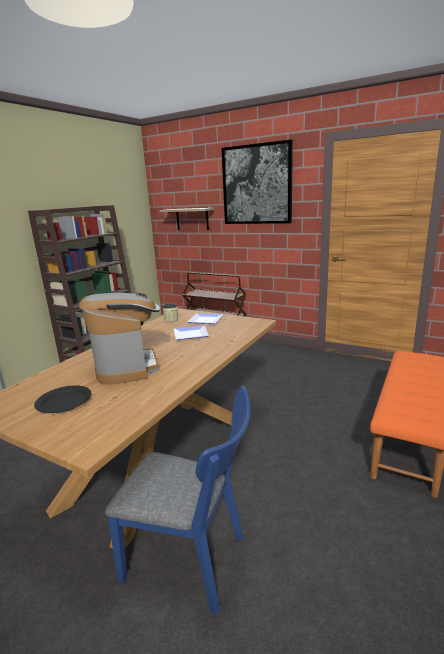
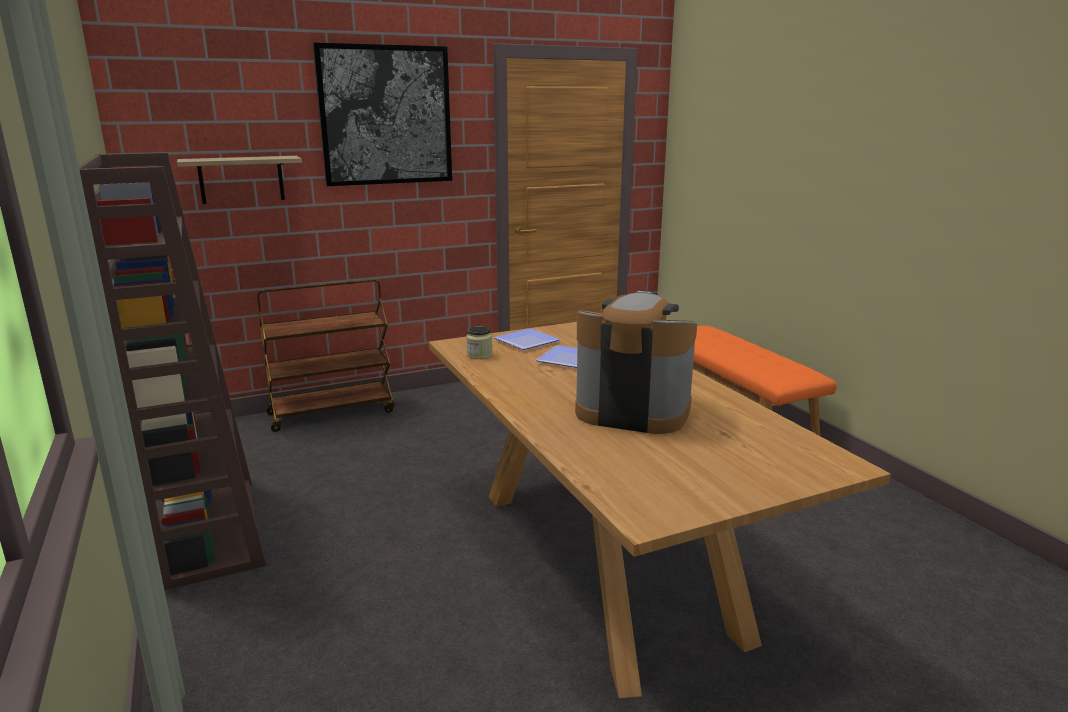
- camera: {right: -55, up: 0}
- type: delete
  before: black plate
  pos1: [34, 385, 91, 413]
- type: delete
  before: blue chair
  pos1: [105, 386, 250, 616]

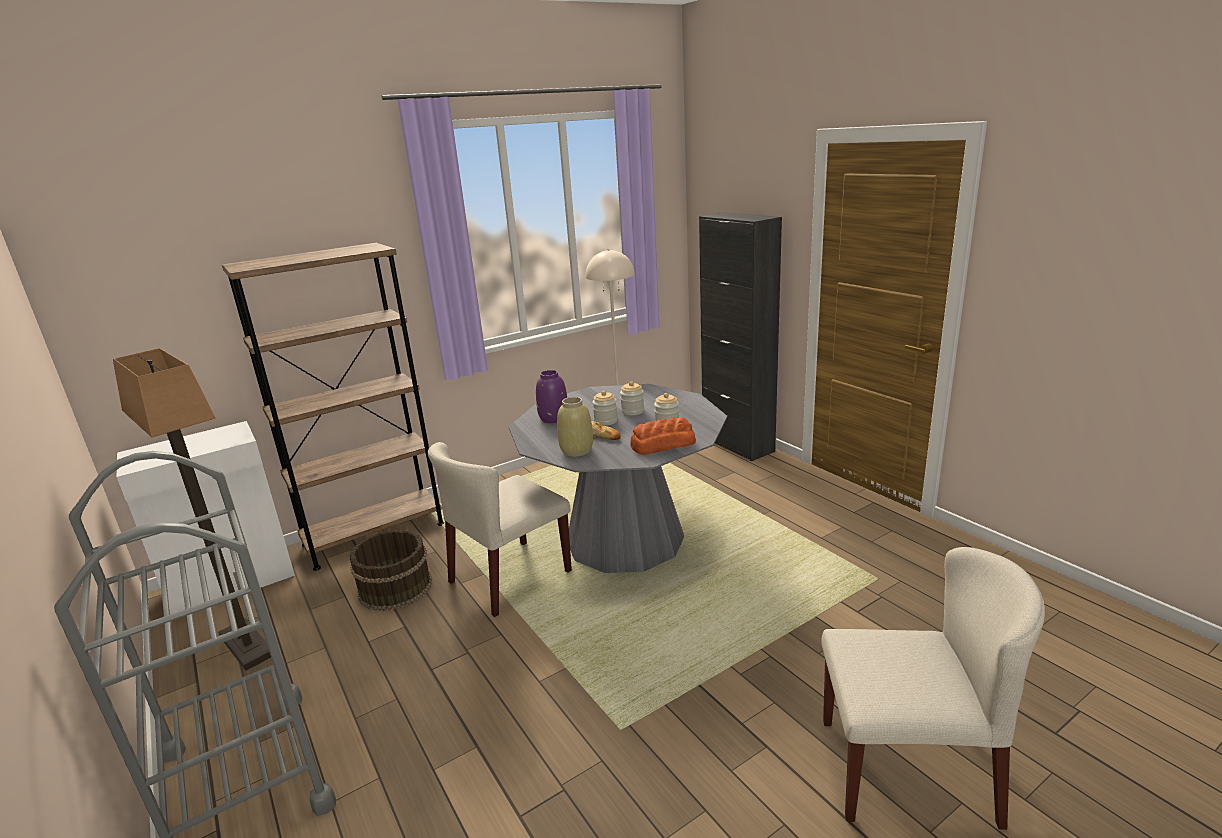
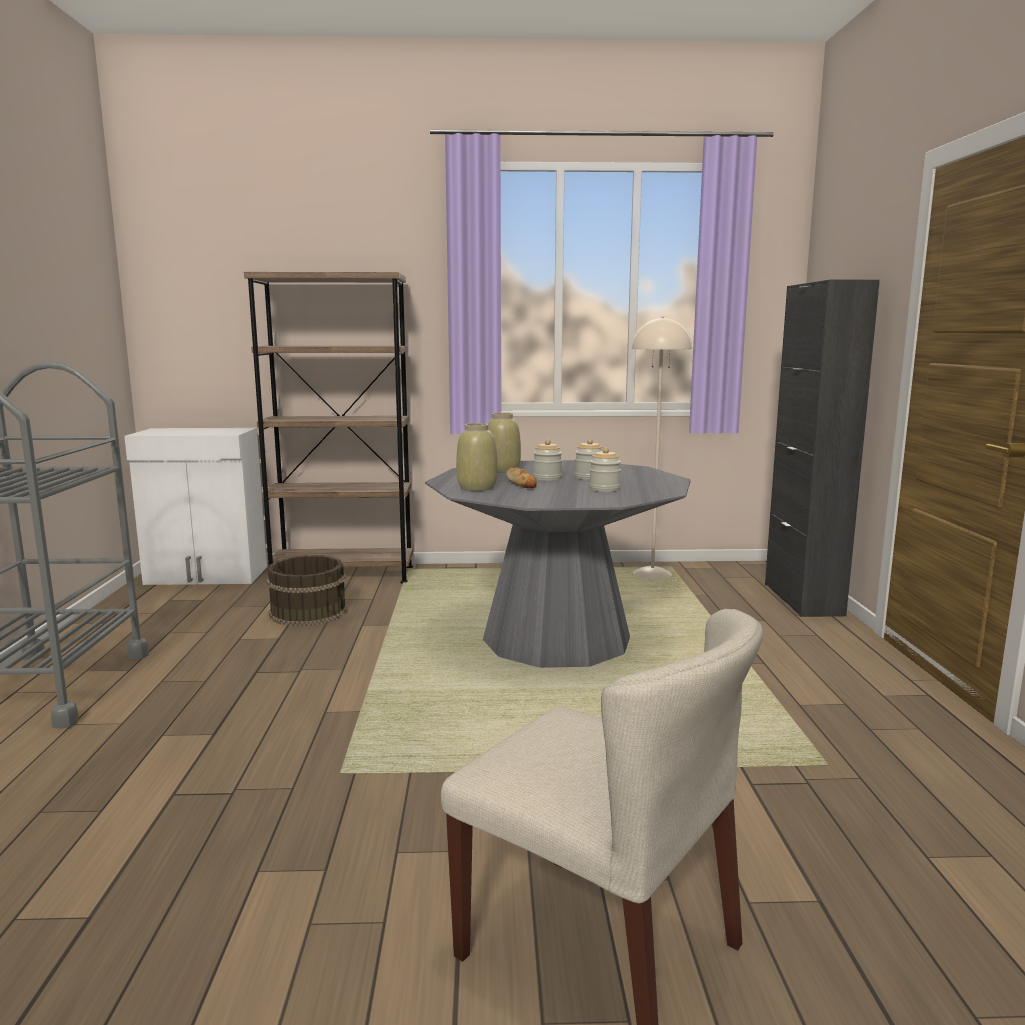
- camera: {right: 30, up: -10}
- type: delete
  before: floor lamp
  pos1: [113, 348, 271, 671]
- type: recolor
  before: purple vase
  after: beige vase
  pos1: [536, 370, 567, 423]
  pos2: [488, 413, 521, 473]
- type: delete
  before: bread
  pos1: [630, 417, 696, 455]
- type: delete
  before: beige chair
  pos1: [428, 442, 572, 617]

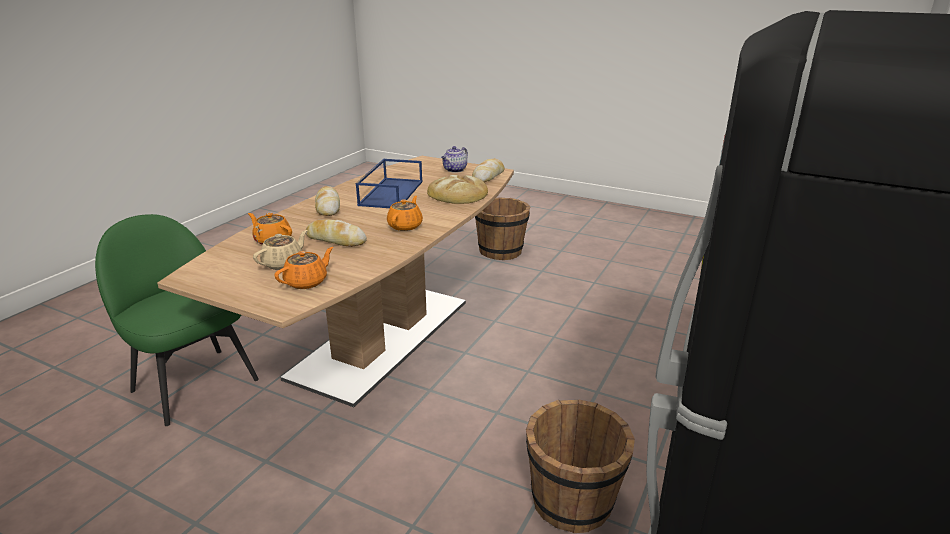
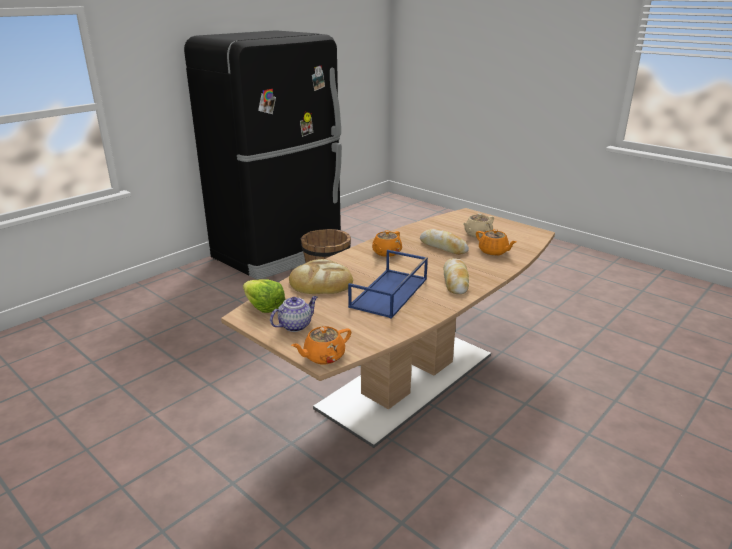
- camera: {right: -165, up: 0}
- type: replace
  before: bread
  after: lettuce
  pos1: [472, 159, 505, 182]
  pos2: [243, 279, 286, 313]
- type: delete
  before: brown bucket
  pos1: [475, 198, 530, 260]
- type: delete
  before: green chair
  pos1: [95, 214, 259, 426]
- type: move
  before: orange teapot
  pos1: [274, 247, 333, 289]
  pos2: [291, 326, 351, 364]

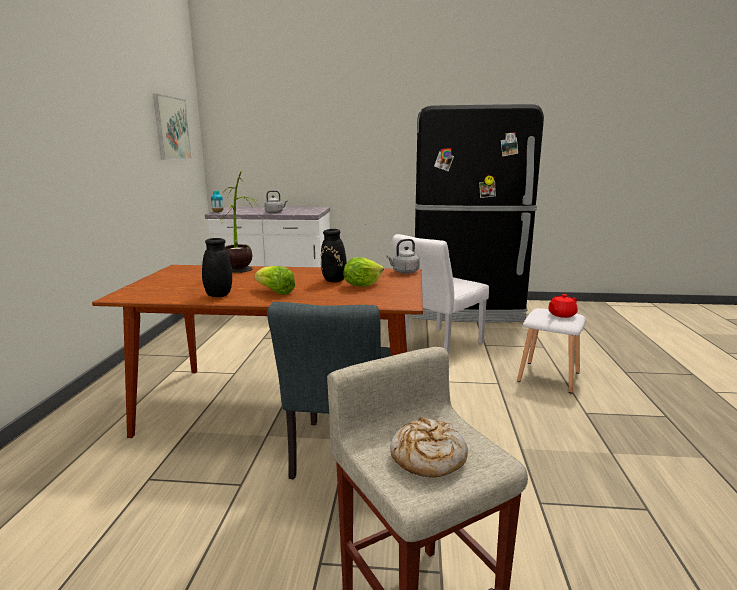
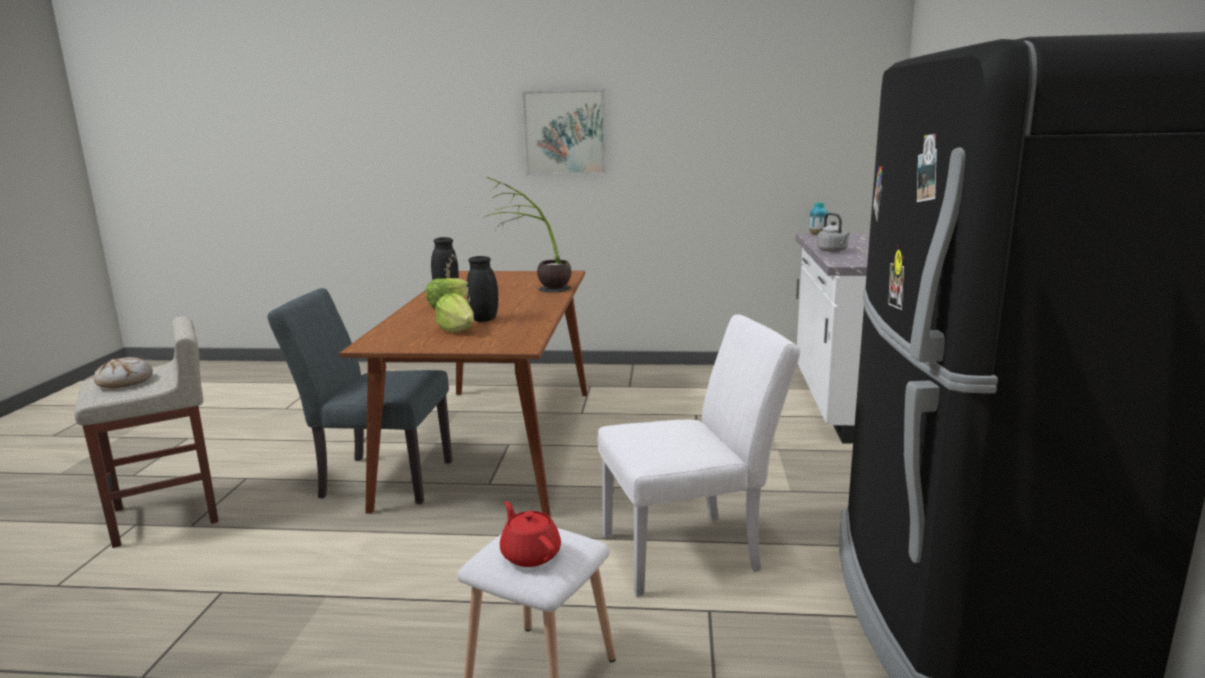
- camera: {right: 90, up: 0}
- type: move
  before: picture
  pos1: [153, 93, 192, 160]
  pos2: [522, 90, 606, 175]
- type: rotate
  before: white chair
  pos1: [392, 234, 489, 354]
  pos2: [598, 314, 800, 597]
  turn: 120
- type: delete
  before: grey kettle
  pos1: [386, 239, 420, 274]

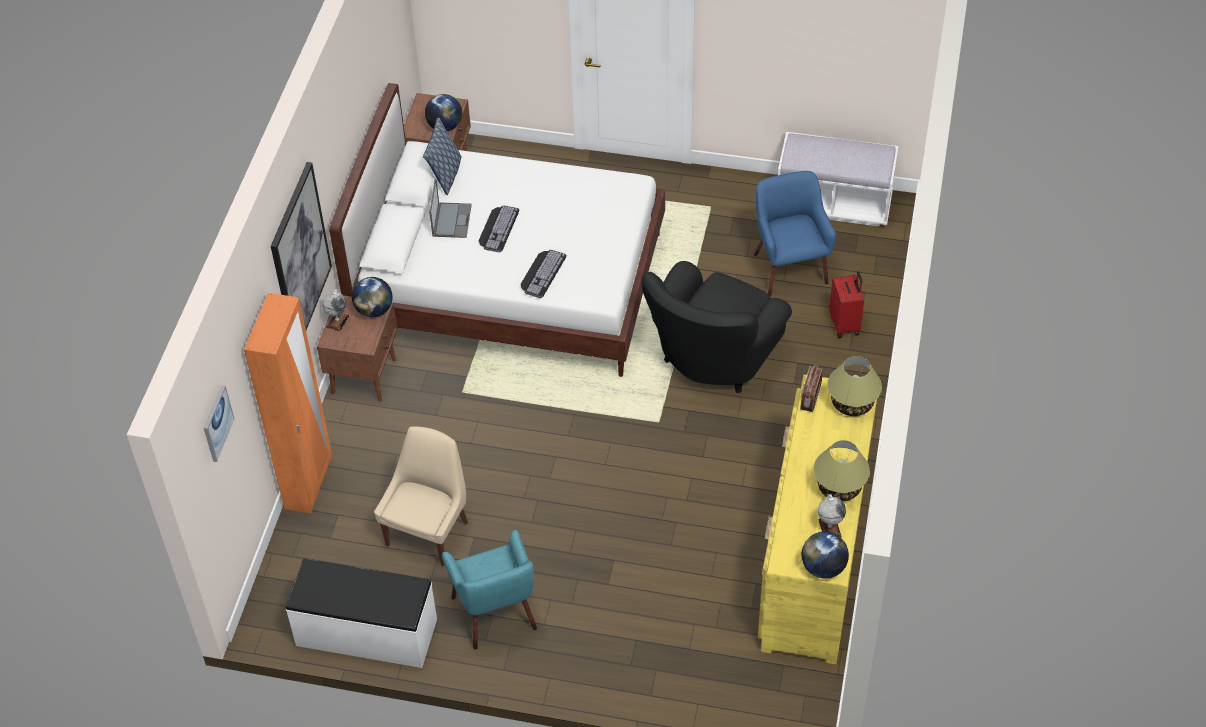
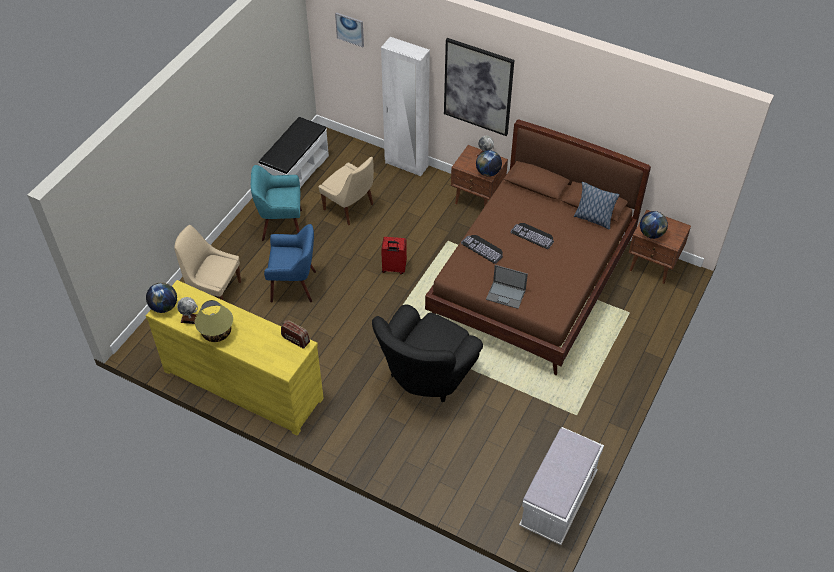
- camera: {right: 105, up: 0}
- type: recolor
  before: white bed
  after: brown bed
  pos1: [329, 83, 665, 377]
  pos2: [425, 120, 651, 375]
- type: move
  before: blue armchair
  pos1: [754, 171, 836, 296]
  pos2: [264, 224, 316, 302]
- type: move
  before: laptop
  pos1: [429, 179, 472, 238]
  pos2: [486, 265, 528, 309]
- type: rotate
  before: black armchair
  pos1: [641, 261, 792, 393]
  pos2: [372, 304, 483, 402]
  turn: -105
- type: move
  before: red suitcase
  pos1: [829, 271, 864, 338]
  pos2: [381, 237, 407, 274]
- type: recolor
  before: orange wardrobe
  after: white wardrobe
  pos1: [244, 293, 332, 513]
  pos2: [381, 37, 430, 177]
- type: delete
  before: table lamp
  pos1: [827, 356, 882, 416]
- type: insert
  after: beige chair
  pos2: [174, 225, 241, 300]

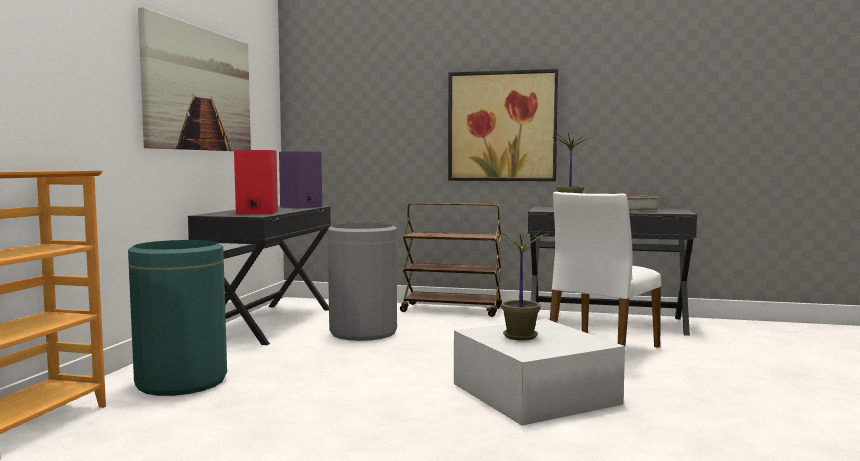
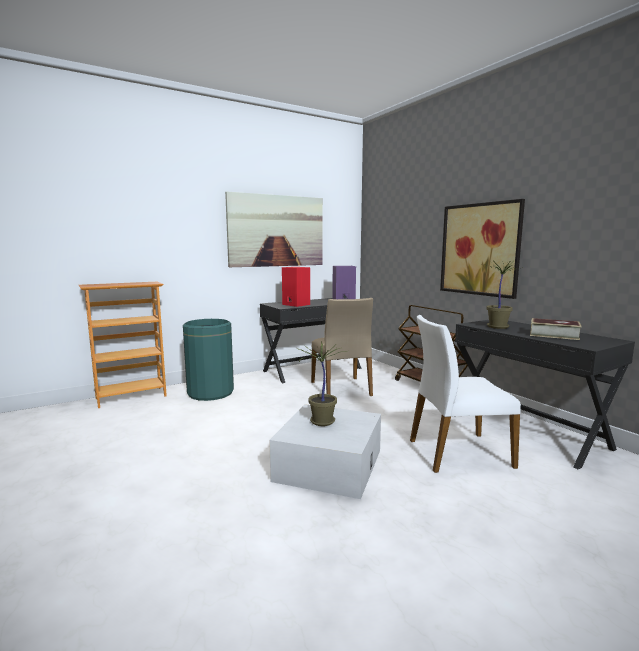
- camera: {right: 45, up: 5}
- type: replace
  before: grey trash can
  after: beige chair
  pos1: [328, 223, 397, 341]
  pos2: [311, 298, 373, 396]

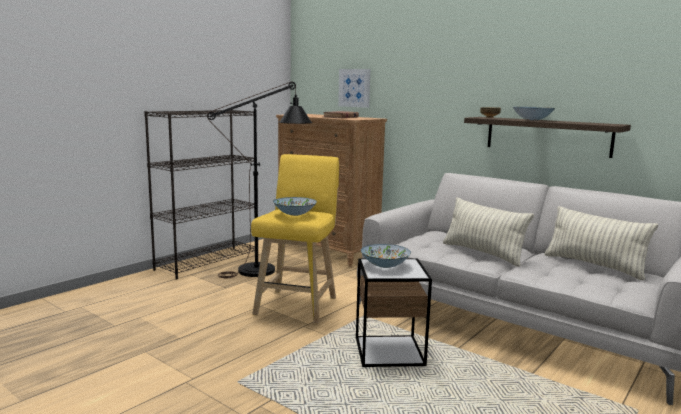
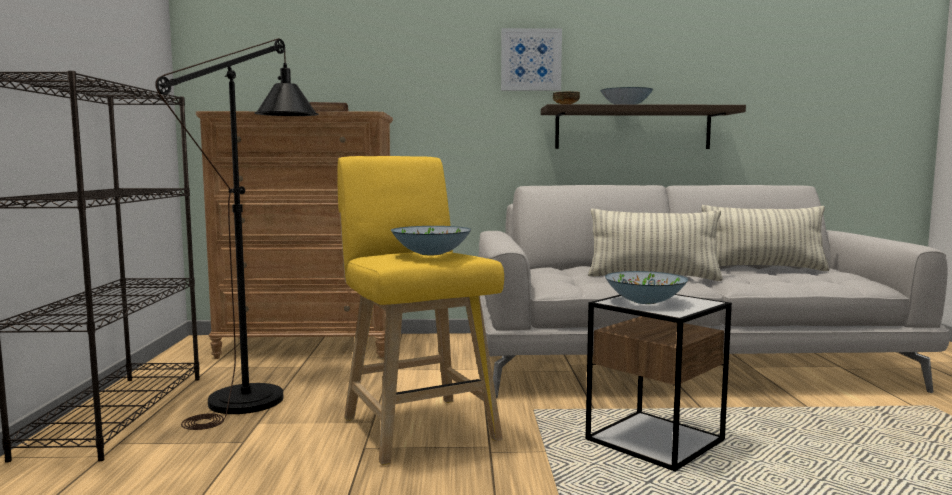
- camera: {right: -40, up: -5}
- type: move
  before: picture
  pos1: [338, 69, 370, 108]
  pos2: [501, 28, 562, 91]

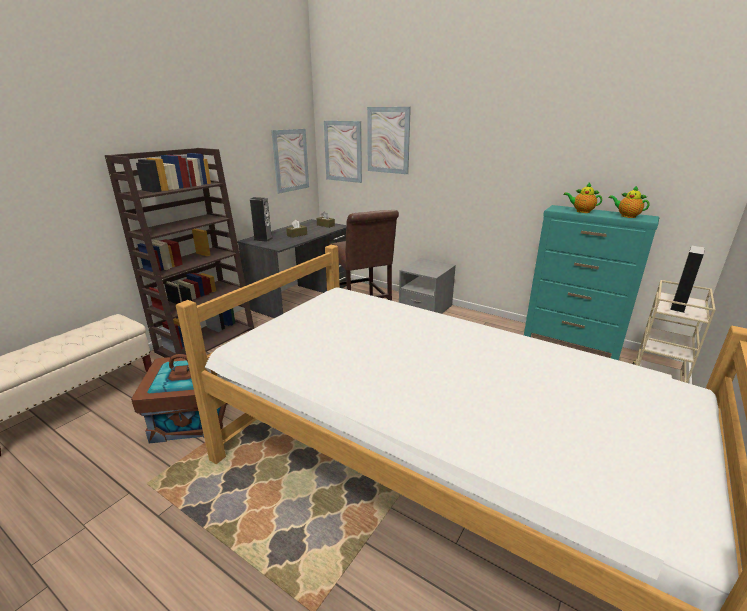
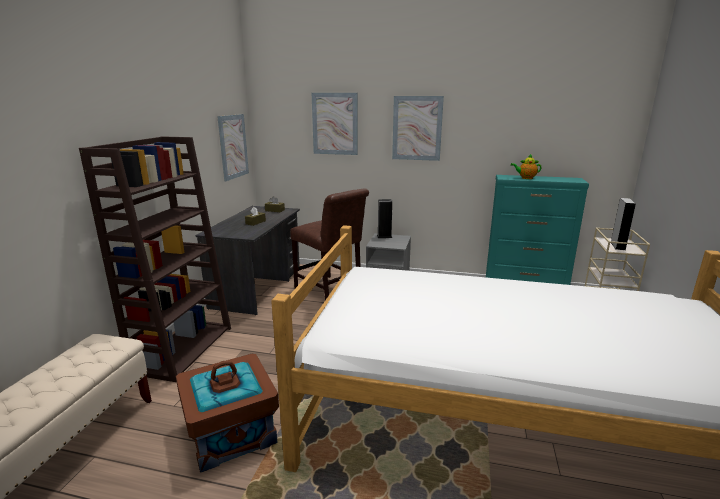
- camera: {right: -20, up: -5}
- type: move
  before: picture
  pos1: [324, 121, 362, 183]
  pos2: [392, 96, 444, 161]
- type: delete
  before: teapot
  pos1: [608, 186, 650, 218]
- type: move
  before: speaker
  pos1: [250, 197, 273, 242]
  pos2: [377, 199, 392, 238]

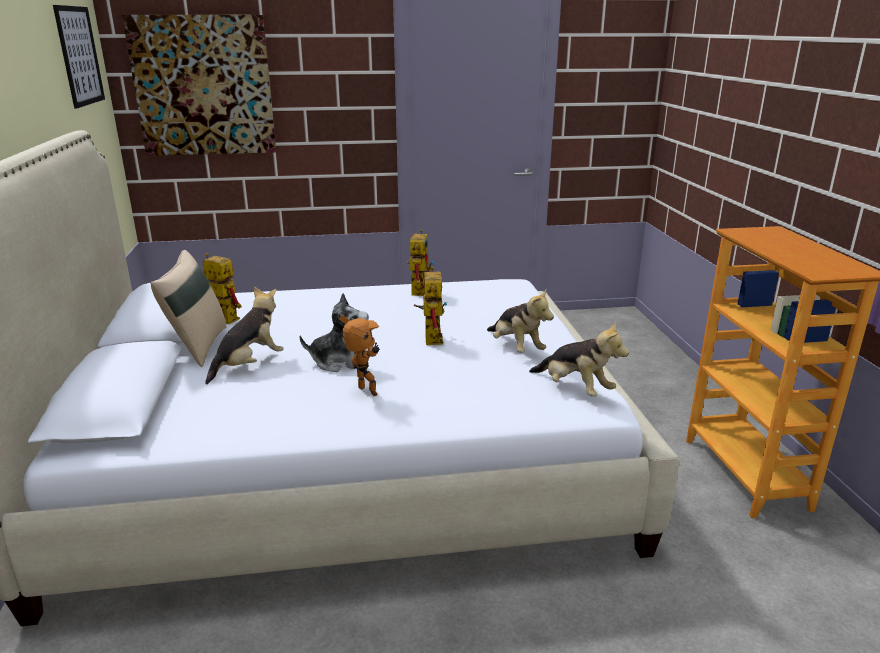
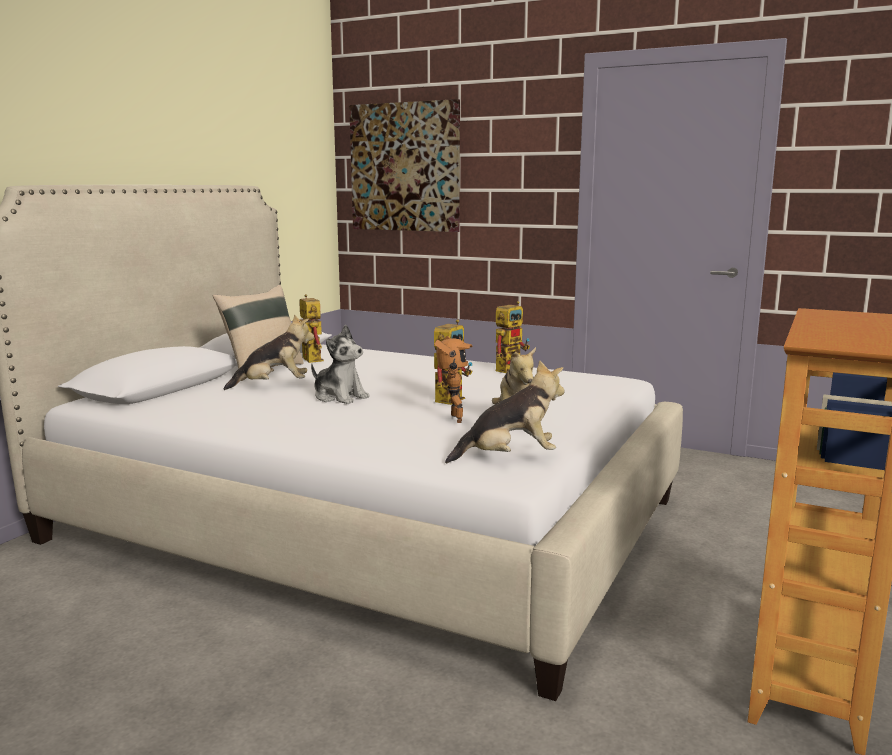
- camera: {right: 35, up: -10}
- type: delete
  before: picture
  pos1: [53, 5, 105, 109]
- type: move
  before: toy robot
  pos1: [339, 315, 380, 396]
  pos2: [435, 336, 473, 423]
- type: rotate
  before: plush toy
  pos1: [529, 321, 629, 397]
  pos2: [445, 360, 565, 464]
  turn: -90

